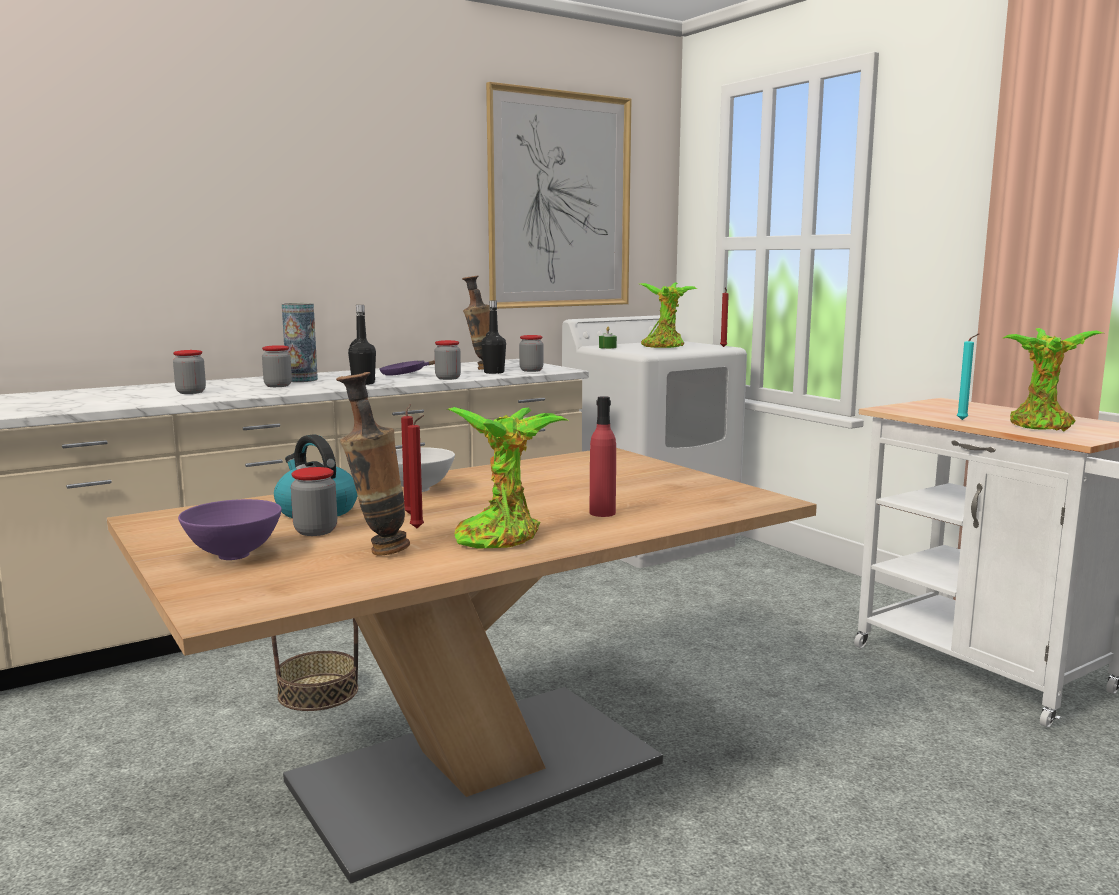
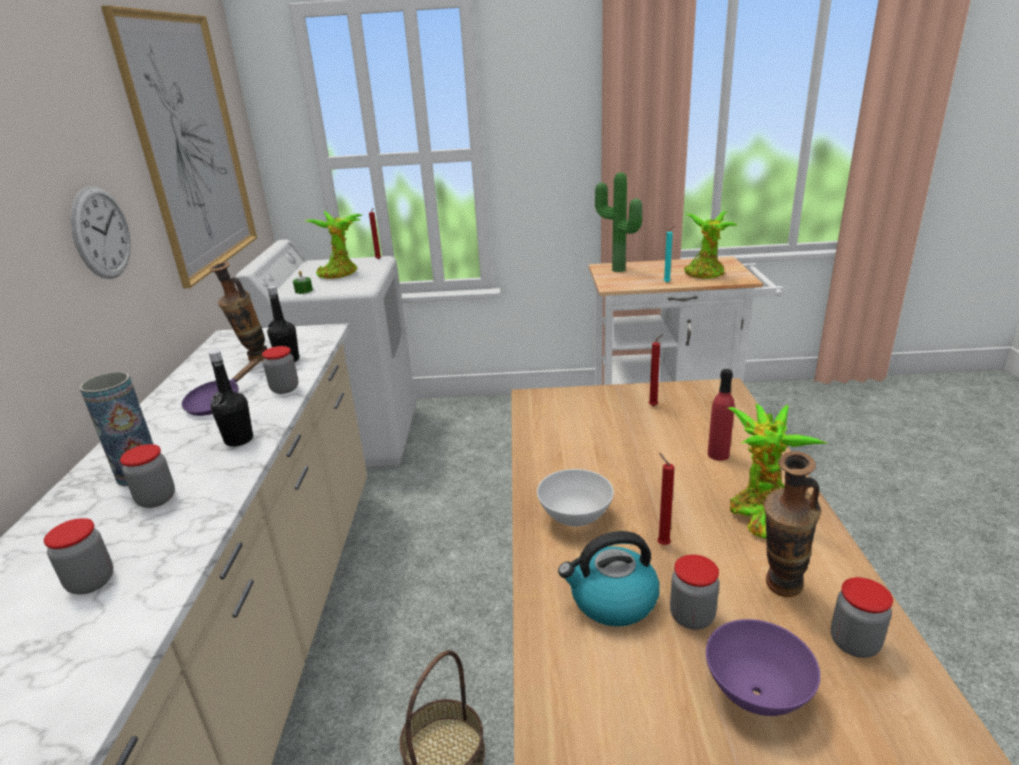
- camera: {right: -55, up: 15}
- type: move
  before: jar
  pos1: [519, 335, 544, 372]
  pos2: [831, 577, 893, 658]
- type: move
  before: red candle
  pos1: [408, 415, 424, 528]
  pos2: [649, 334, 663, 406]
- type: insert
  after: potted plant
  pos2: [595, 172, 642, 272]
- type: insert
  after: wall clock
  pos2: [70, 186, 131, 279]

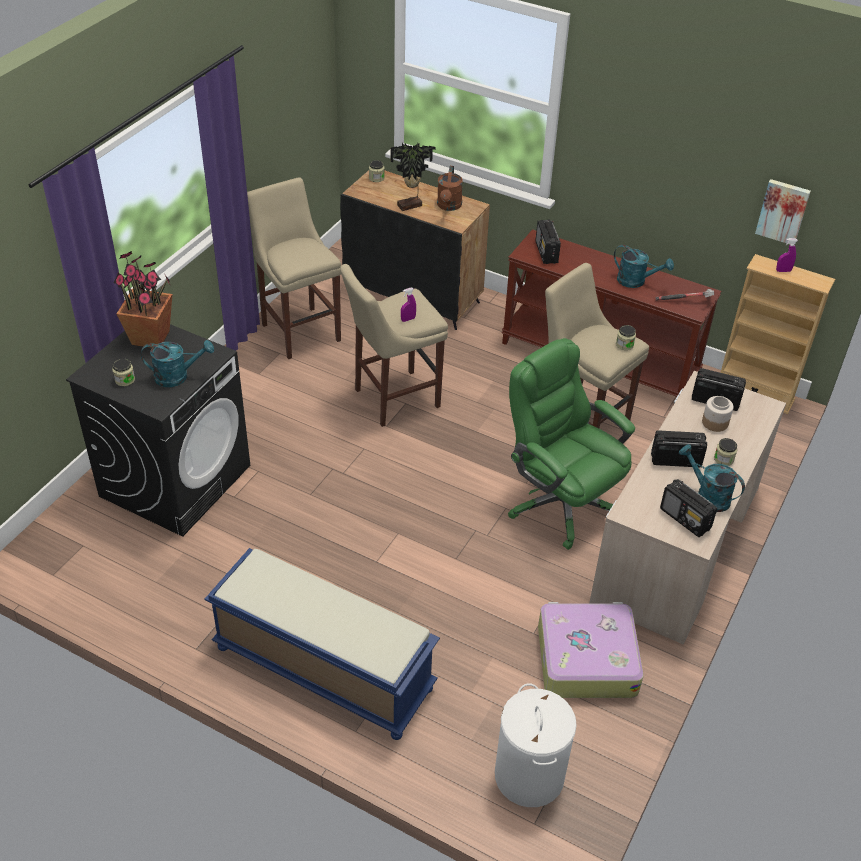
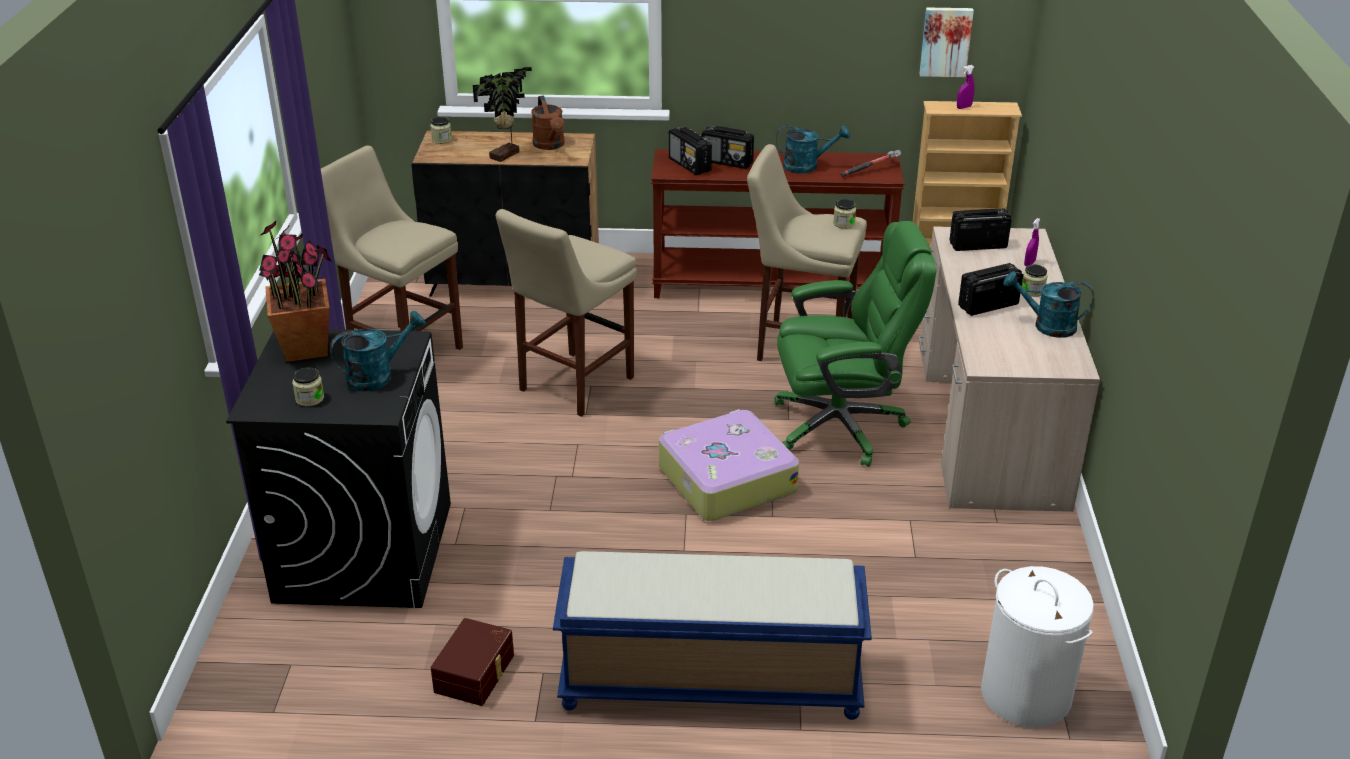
- camera: {right: -25, up: -10}
- type: move
  before: purple spray bottle
  pos1: [401, 288, 416, 322]
  pos2: [1024, 218, 1040, 267]
- type: rotate
  before: green office chair
  pos1: [508, 338, 635, 550]
  pos2: [774, 221, 937, 467]
  turn: 150
- type: delete
  before: jar
  pos1: [702, 396, 734, 432]
- type: move
  before: radio
  pos1: [660, 479, 717, 537]
  pos2: [702, 126, 754, 169]
- type: move
  before: suitcase
  pos1: [538, 602, 644, 698]
  pos2: [659, 409, 799, 521]
- type: insert
  after: brown storage box
  pos2: [431, 618, 514, 706]

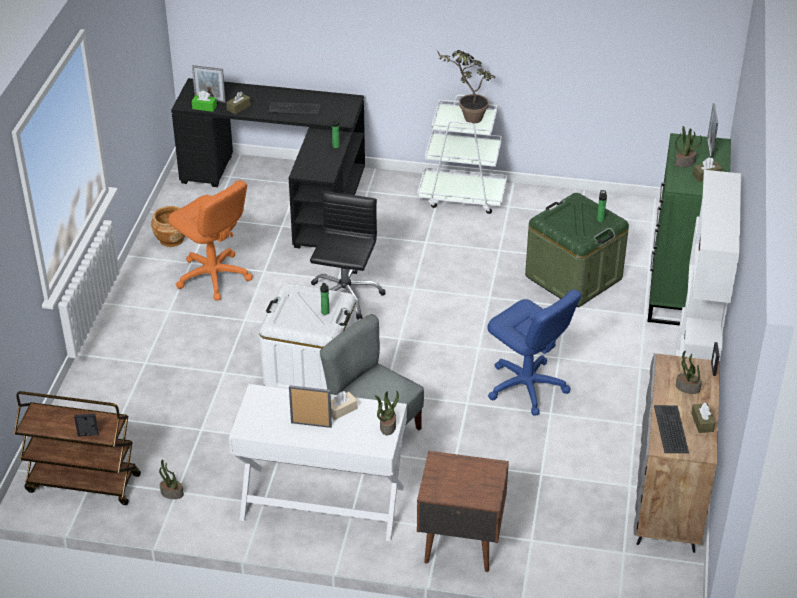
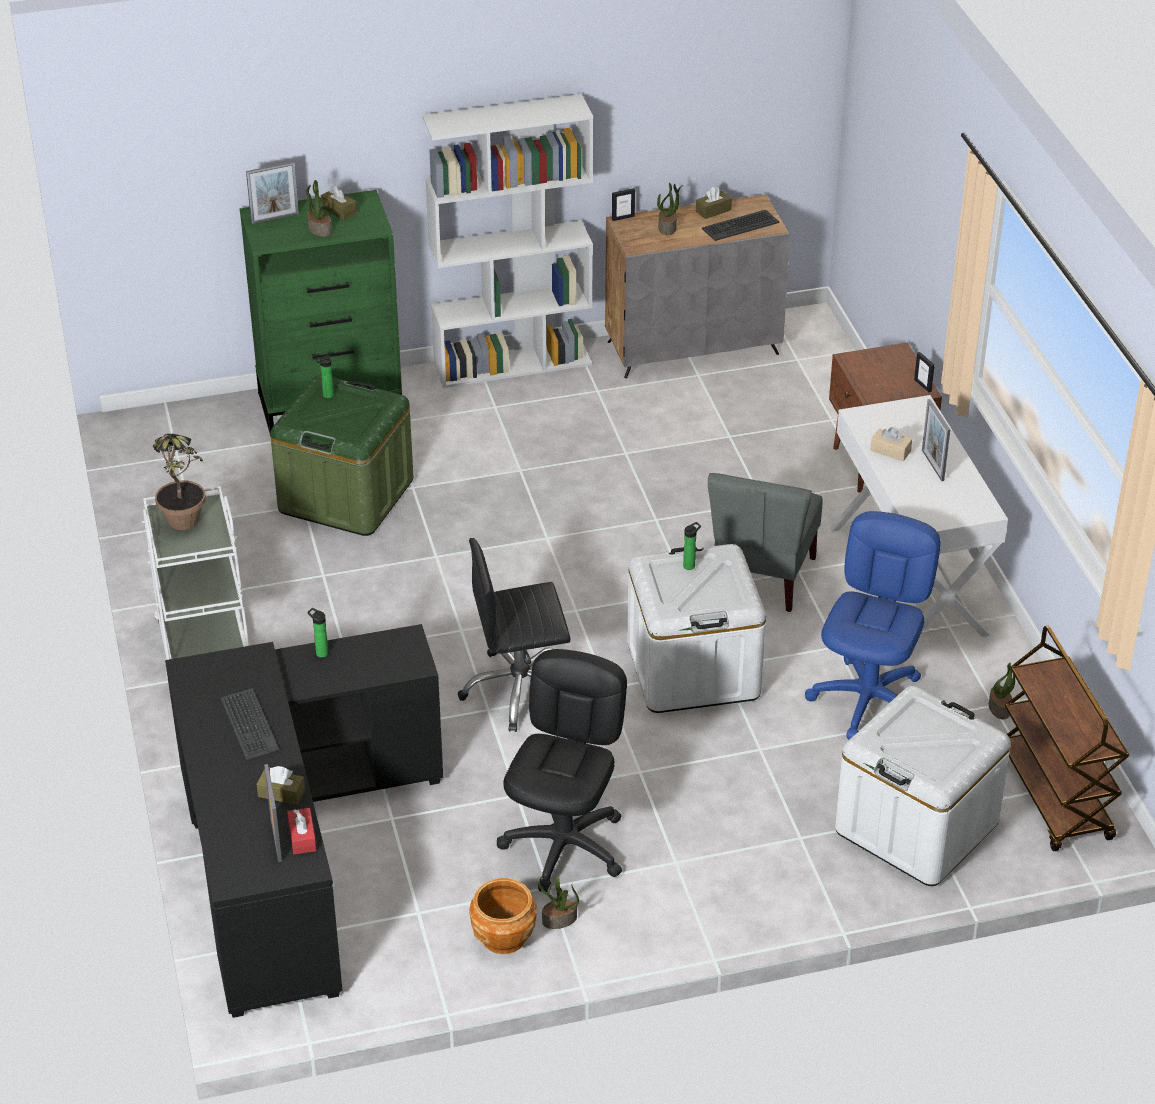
- camera: {right: -115, up: 0}
- type: recolor
  before: green tissue box
  after: red tissue box
  pos1: [192, 91, 217, 112]
  pos2: [287, 808, 317, 854]
- type: recolor
  before: orange office chair
  after: black office chair
  pos1: [168, 180, 253, 301]
  pos2: [497, 649, 627, 892]
- type: move
  before: blue office chair
  pos1: [487, 289, 582, 416]
  pos2: [805, 511, 941, 740]
- type: move
  before: potted plant
  pos1: [375, 390, 399, 435]
  pos2: [539, 876, 579, 929]
- type: move
  before: picture frame
  pos1: [74, 414, 99, 436]
  pos2: [914, 352, 935, 392]
- type: insert
  after: white storage box
  pos2: [835, 686, 1011, 886]

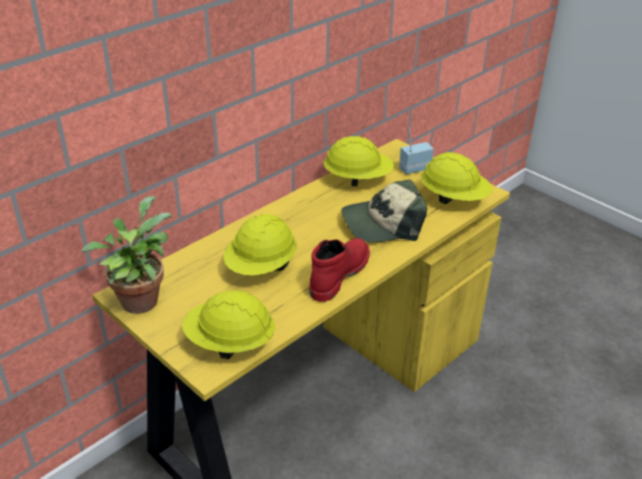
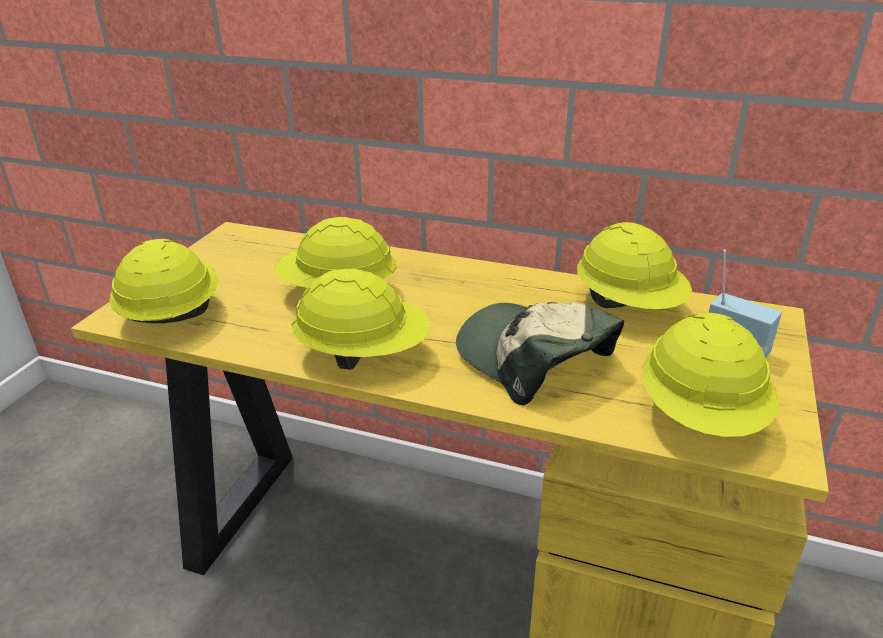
- camera: {right: 65, up: -5}
- type: delete
  before: potted plant
  pos1: [82, 196, 171, 314]
- type: replace
  before: red boot
  after: yellow hard hat
  pos1: [309, 238, 370, 302]
  pos2: [291, 269, 431, 369]

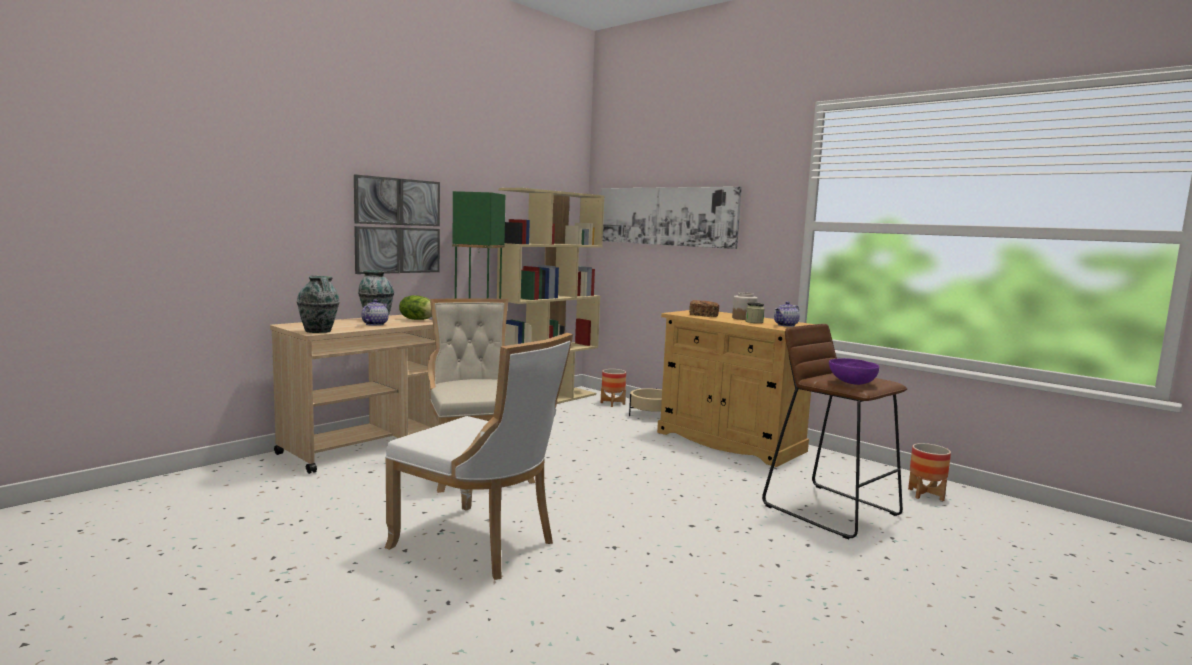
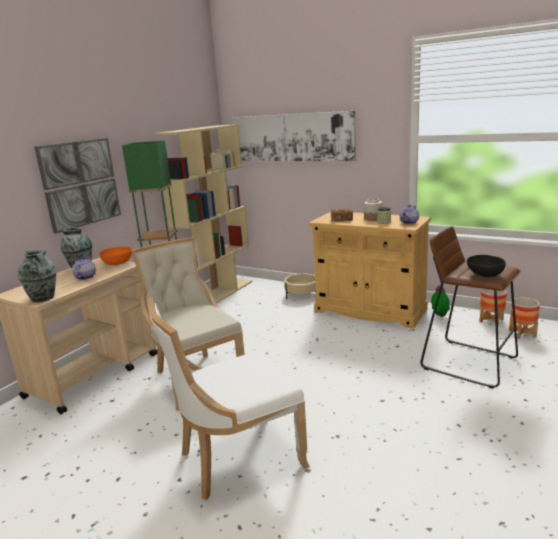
- camera: {right: -10, up: 10}
- type: replace
  before: lettuce
  after: orange bowl
  pos1: [399, 295, 432, 320]
  pos2: [99, 246, 132, 265]
- type: rotate
  before: white chair
  pos1: [384, 333, 573, 580]
  pos2: [147, 297, 310, 500]
  turn: 135
- type: recolor
  before: purple bowl
  after: black bowl
  pos1: [829, 358, 879, 385]
  pos2: [467, 255, 506, 277]
- type: move
  before: planter
  pos1: [601, 369, 626, 407]
  pos2: [480, 289, 507, 326]
- type: insert
  after: potted plant
  pos2: [431, 285, 450, 317]

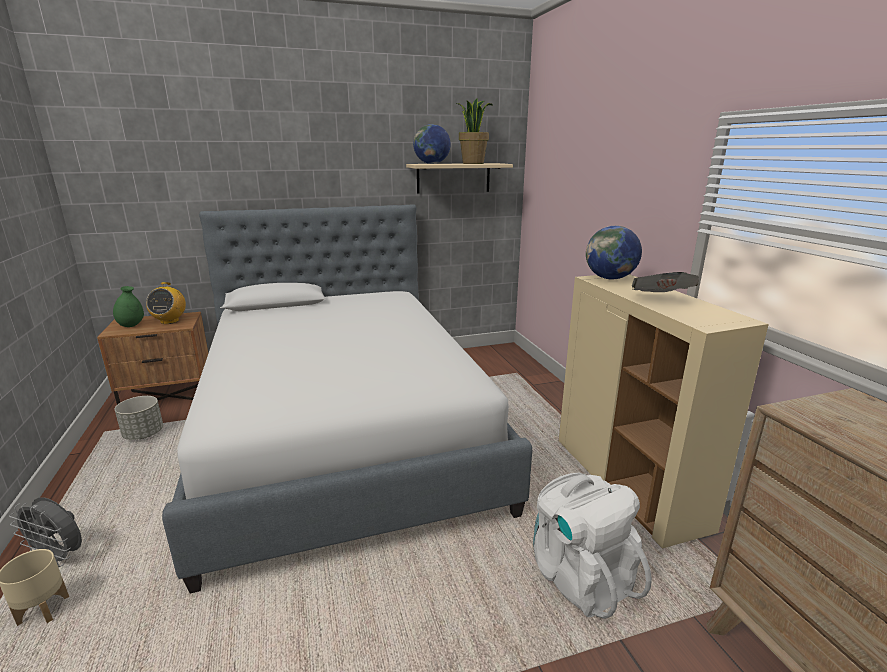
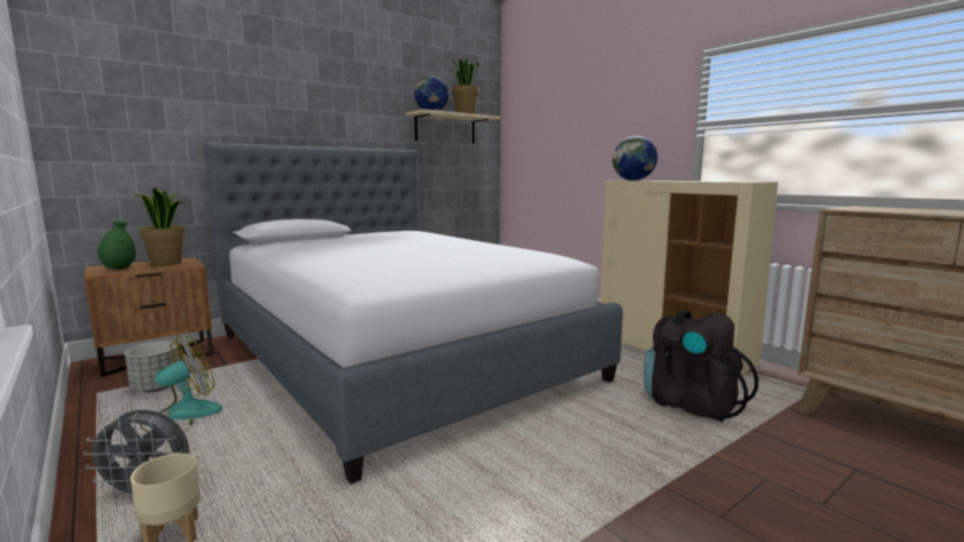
- camera: {right: -20, up: -10}
- type: delete
  before: newspaper
  pos1: [632, 272, 699, 292]
- type: replace
  before: radio
  after: potted plant
  pos1: [146, 282, 186, 324]
  pos2: [135, 187, 185, 266]
- type: recolor
  before: white backpack
  after: black backpack
  pos1: [533, 473, 652, 619]
  pos2: [644, 309, 758, 422]
- type: insert
  after: fan
  pos2: [140, 335, 223, 432]

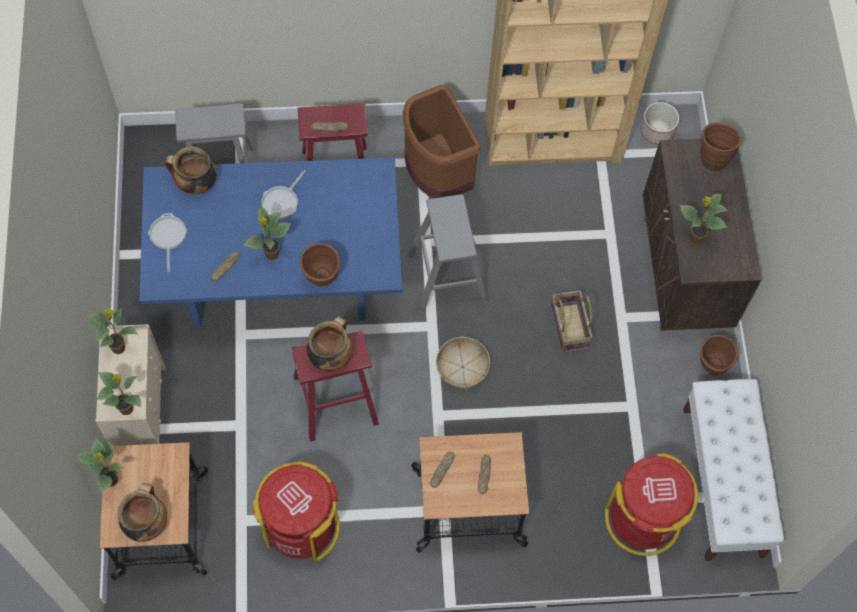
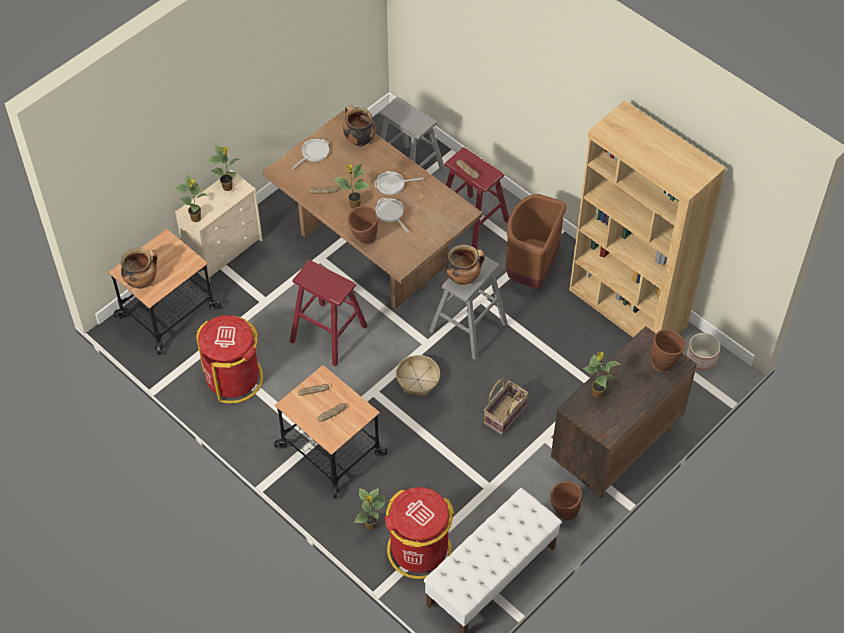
- camera: {right: 50, up: -10}
- type: recolor
  before: blue dining table
  after: brown dining table
  pos1: [139, 157, 402, 328]
  pos2: [262, 110, 483, 309]
- type: move
  before: cooking pot
  pos1: [306, 316, 353, 371]
  pos2: [446, 244, 485, 285]
- type: move
  before: potted plant
  pos1: [76, 438, 124, 494]
  pos2: [354, 488, 386, 530]
- type: insert
  after: frying pan
  pos2: [375, 198, 409, 233]

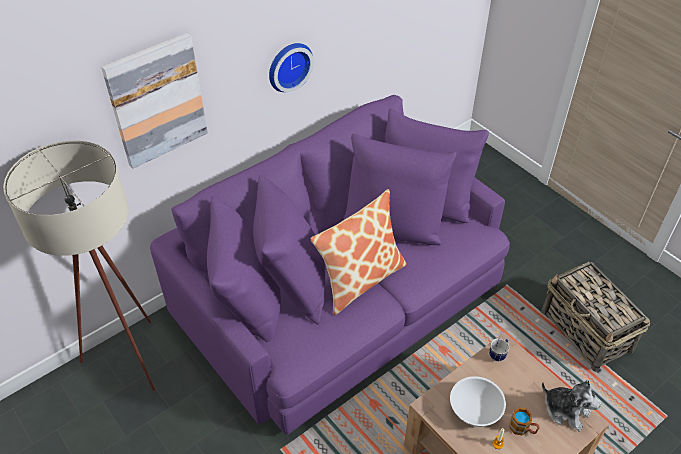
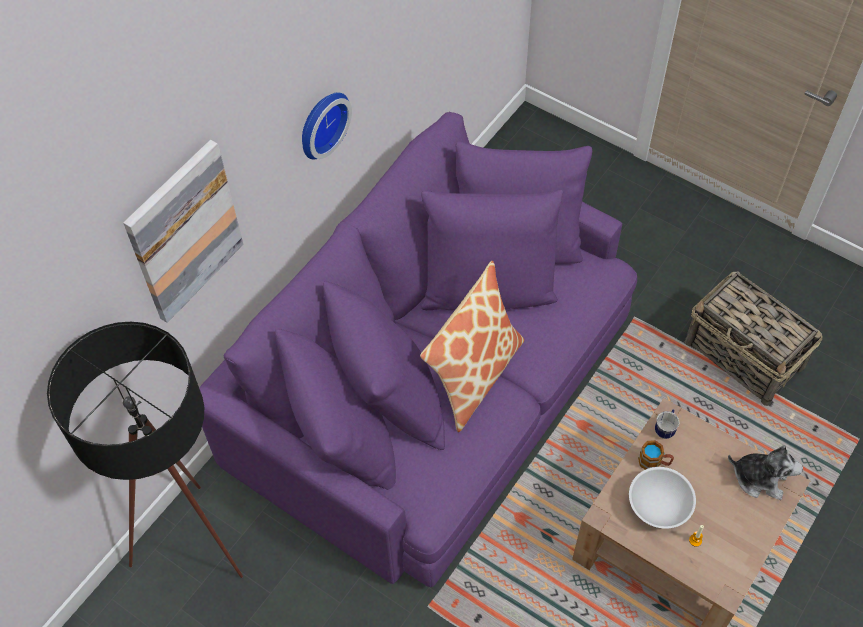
- camera: {right: -15, up: 10}
- type: recolor
  before: beige floor lamp
  after: black floor lamp
  pos1: [3, 140, 155, 391]
  pos2: [47, 322, 243, 578]
- type: move
  before: mug
  pos1: [509, 407, 539, 435]
  pos2: [638, 440, 674, 470]

